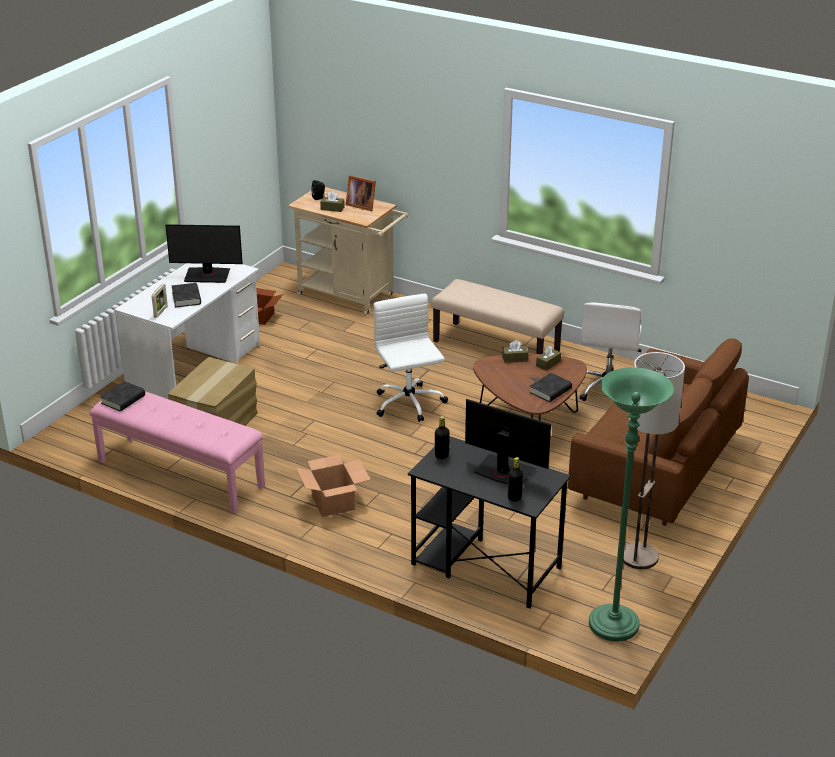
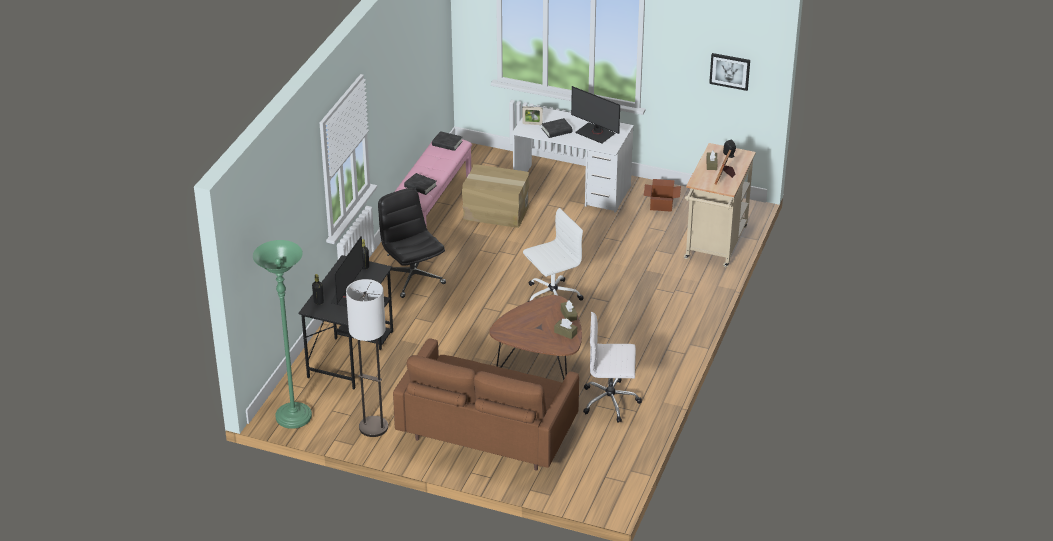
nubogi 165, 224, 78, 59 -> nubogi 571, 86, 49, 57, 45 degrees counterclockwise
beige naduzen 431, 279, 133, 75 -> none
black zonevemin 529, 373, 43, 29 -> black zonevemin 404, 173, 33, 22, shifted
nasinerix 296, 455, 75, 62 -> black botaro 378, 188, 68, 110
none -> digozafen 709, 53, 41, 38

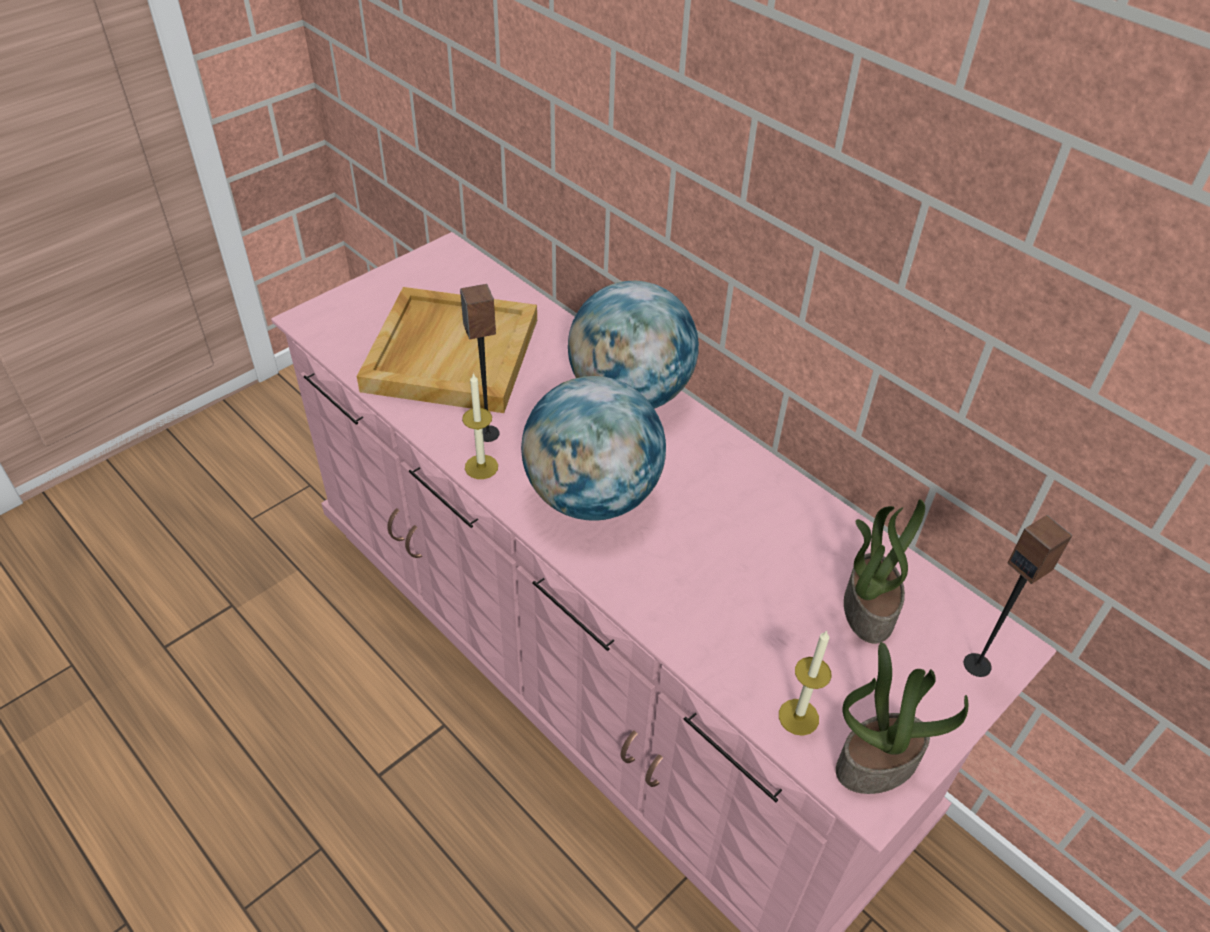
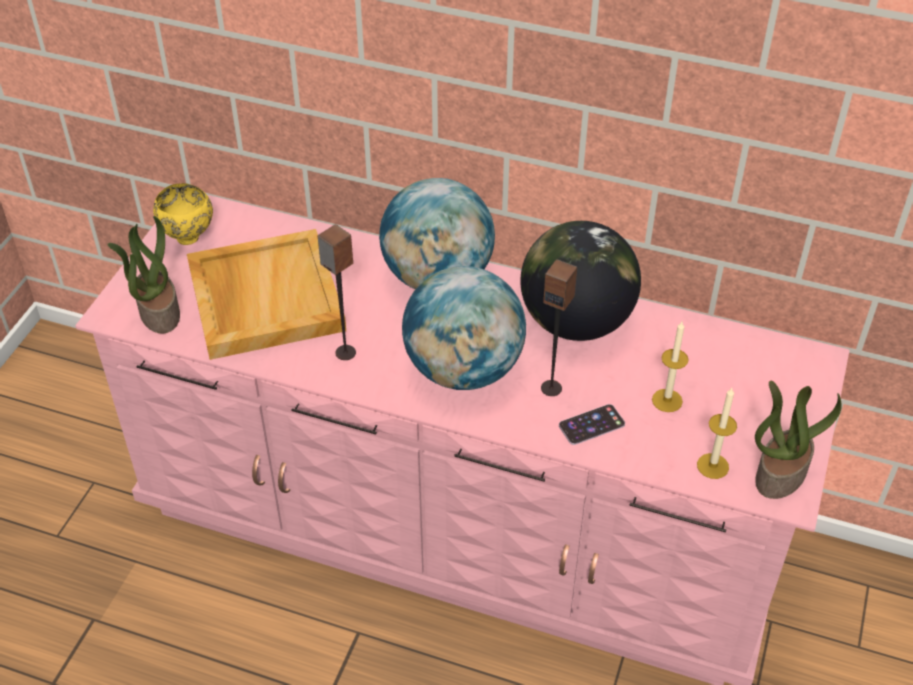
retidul 462, 373, 36, 106 -> retidul 652, 322, 37, 90, shifted
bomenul 844, 499, 81, 145 -> bomenul 107, 216, 73, 117, shifted
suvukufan 964, 515, 109, 162 -> suvukufan 541, 259, 36, 137, shifted
none -> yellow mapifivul 153, 183, 60, 62
none -> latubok 520, 221, 121, 120
none -> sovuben 559, 404, 66, 41

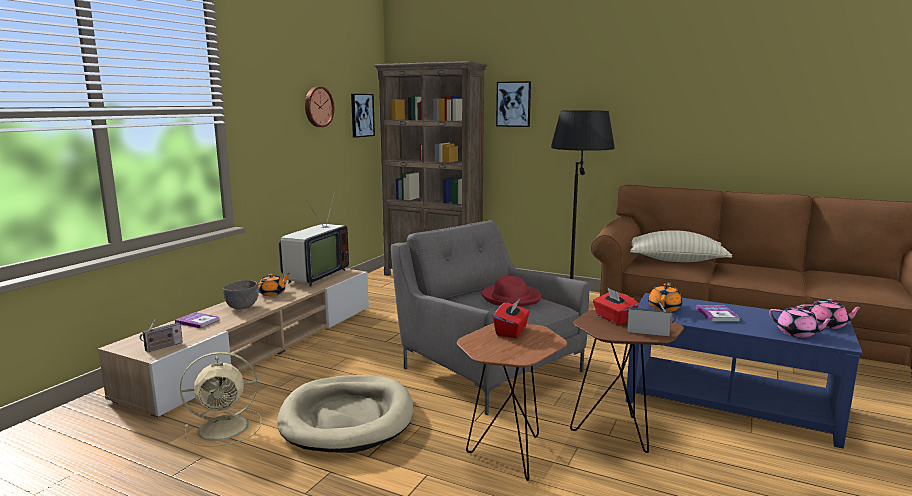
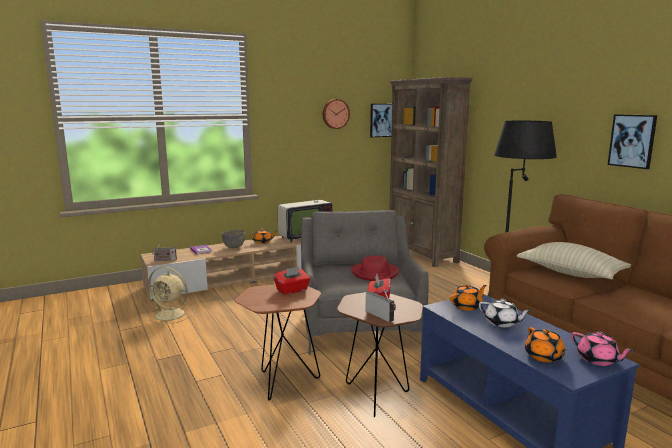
digozafen 496, 81, 35, 46 -> digozafen 608, 114, 49, 55, shifted
zonevemin 696, 305, 44, 17 -> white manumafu 479, 299, 52, 28
pink manumafu 769, 306, 66, 31 -> orange manumafu 525, 327, 42, 36
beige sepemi 277, 375, 136, 78 -> none

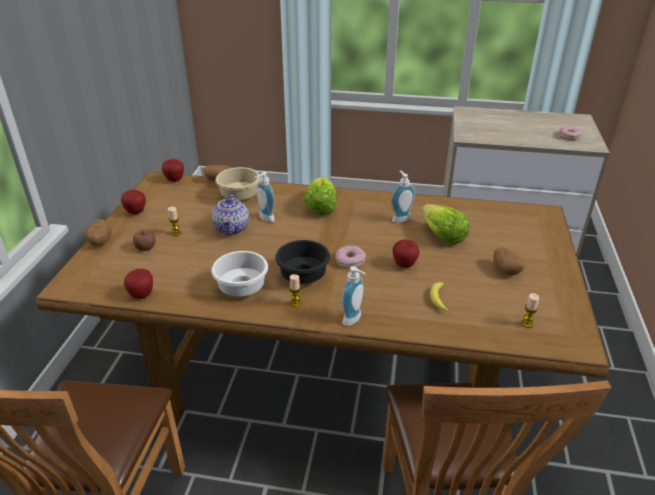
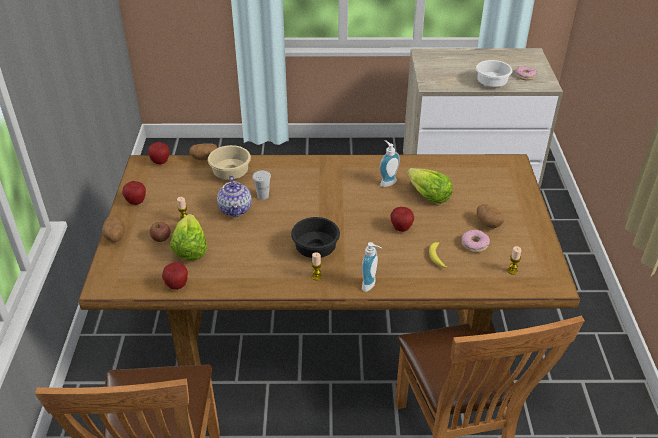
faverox 255, 172, 20, 50 -> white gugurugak 253, 171, 18, 29
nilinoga 303, 177, 34, 38 -> nilinoga 170, 214, 37, 47, shifted
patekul 335, 246, 31, 23 -> patekul 462, 230, 28, 23, shifted
white mapifivul 212, 251, 56, 45 -> white mapifivul 476, 60, 36, 27, shifted

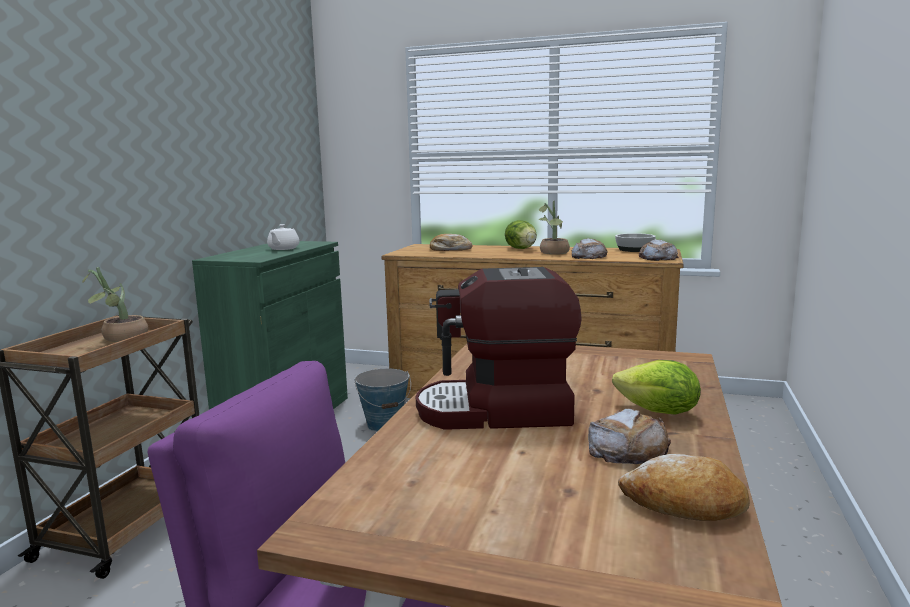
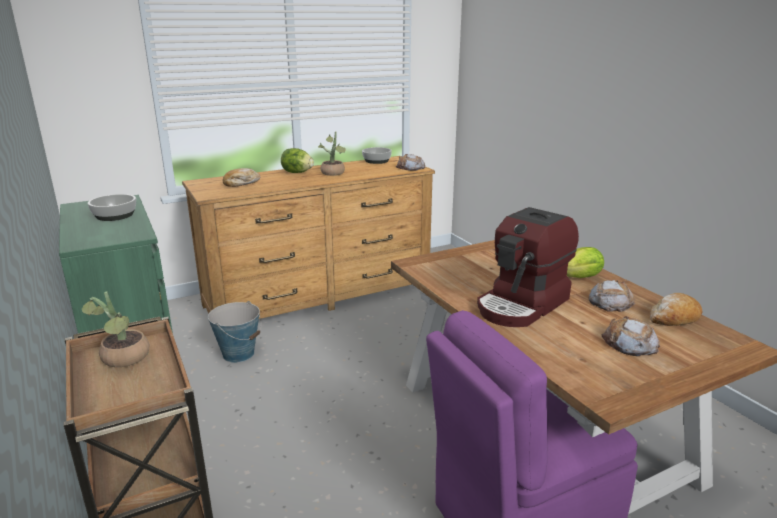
white manumafu 267, 224, 32, 26 -> mapifivul 87, 194, 49, 27
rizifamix 571, 238, 37, 21 -> rizifamix 602, 316, 58, 40, shifted

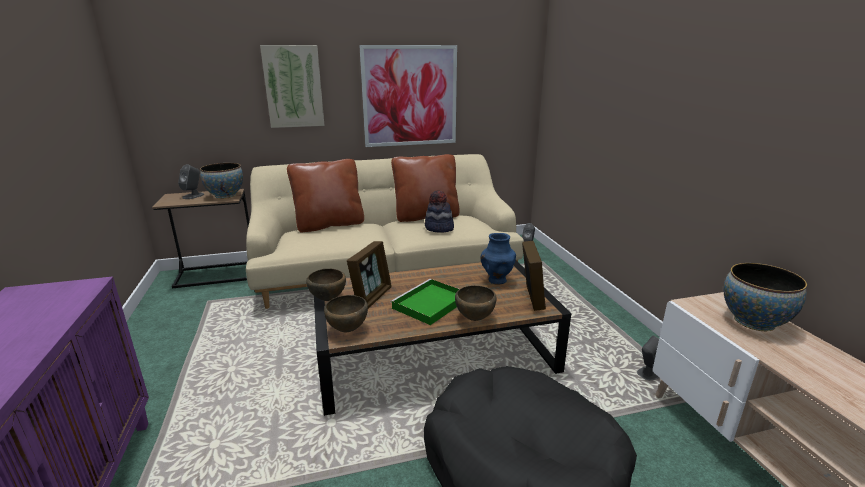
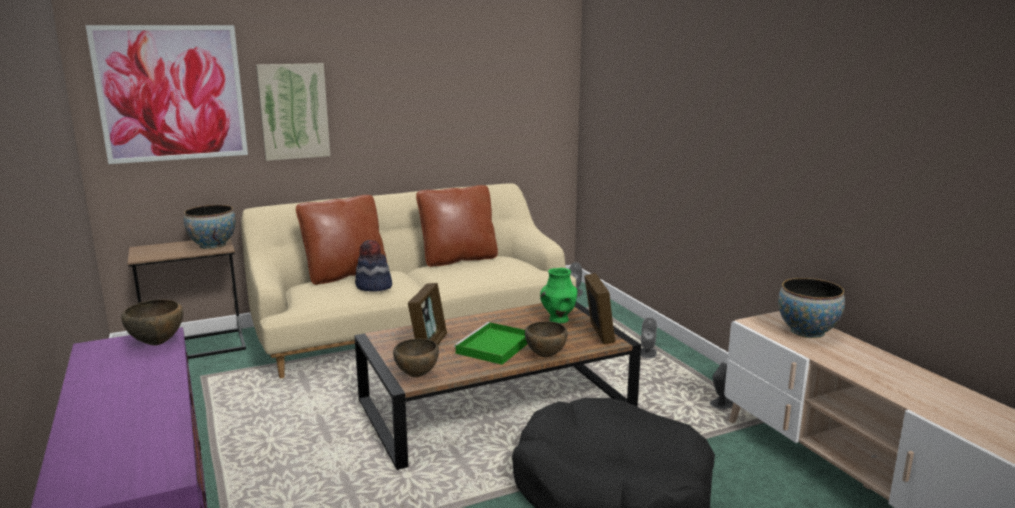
digozafen 359, 45, 98, 102 -> digozafen 86, 25, 162, 139, shifted
grey suvukufan 178, 164, 27, 35 -> grey suvukufan 641, 317, 16, 41, shifted
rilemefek 425, 190, 29, 43 -> rilemefek 355, 240, 37, 52, shifted
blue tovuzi 481, 233, 35, 52 -> green tovuzi 540, 268, 38, 56
brown mapifivul 306, 269, 40, 32 -> brown mapifivul 121, 299, 62, 46, shifted

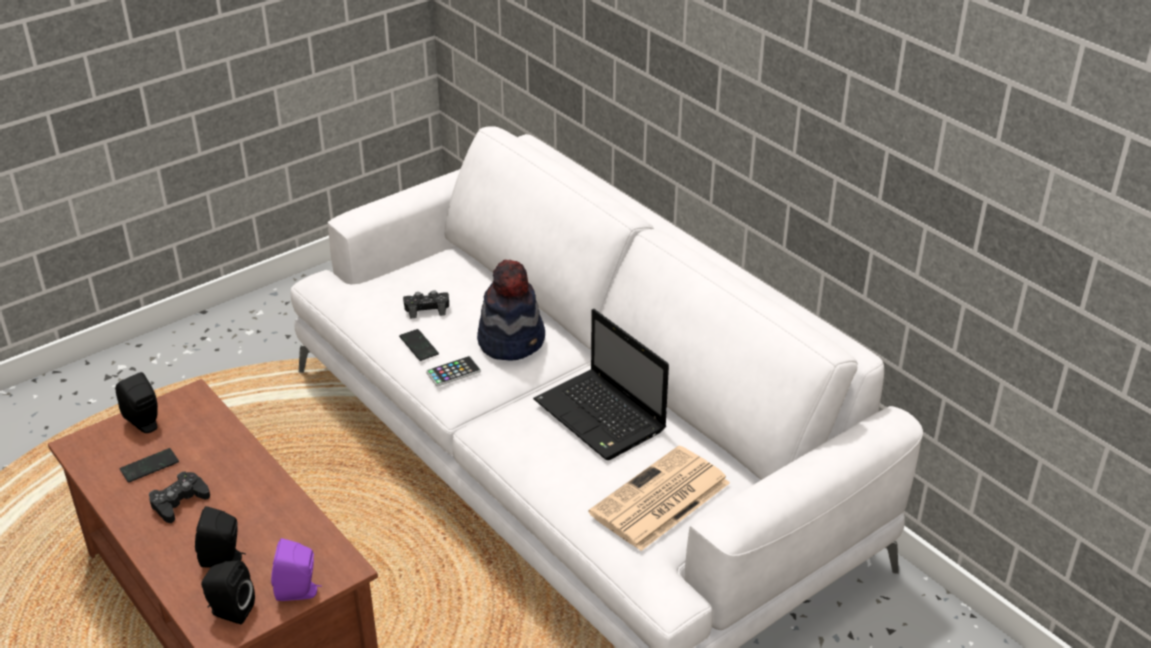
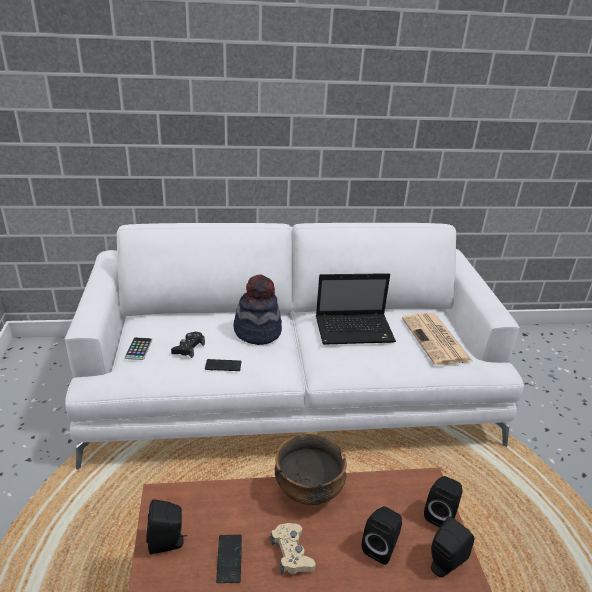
sovuben 426, 356, 55, 31 -> sovuben 125, 337, 27, 23, shifted
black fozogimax 149, 471, 61, 52 -> beige fozogimax 270, 523, 46, 52
purple suvukufan 271, 538, 51, 63 -> black suvukufan 424, 476, 39, 51
none -> mapifivul 275, 434, 72, 71

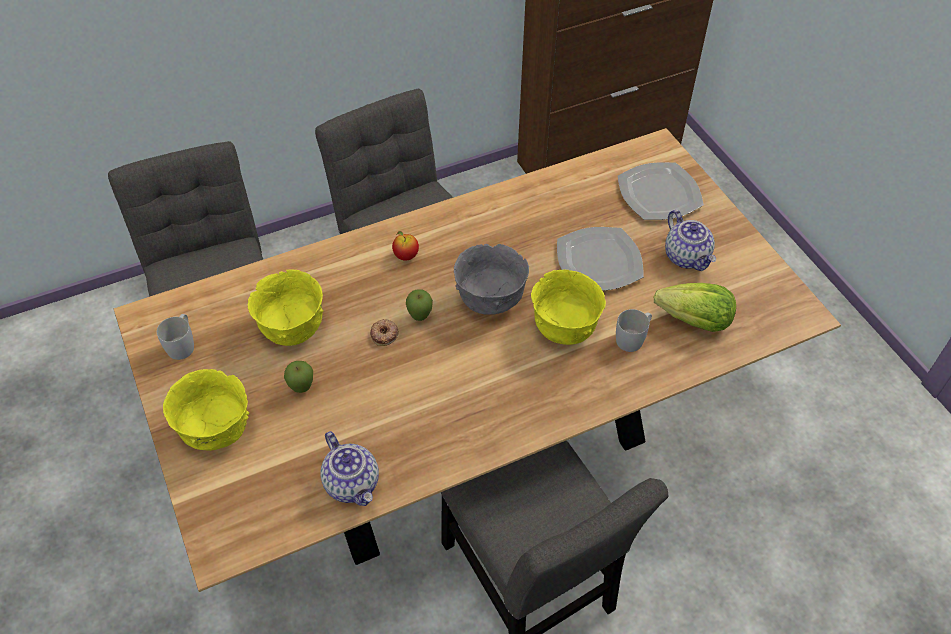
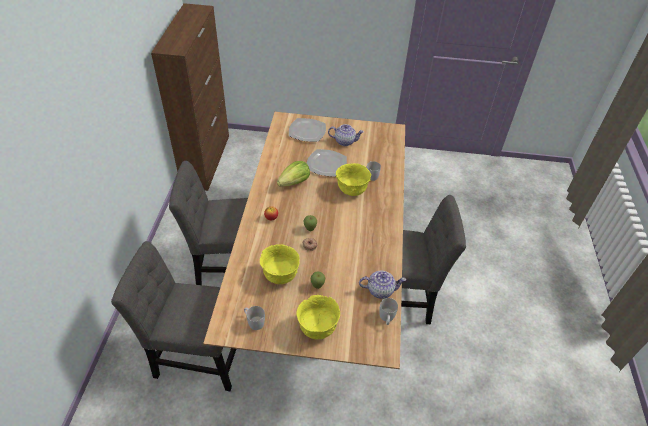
grey mapifivul 454, 244, 75, 71 -> none
nilinoga 654, 283, 82, 49 -> nilinoga 277, 161, 33, 25, shifted
none -> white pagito 379, 298, 19, 27

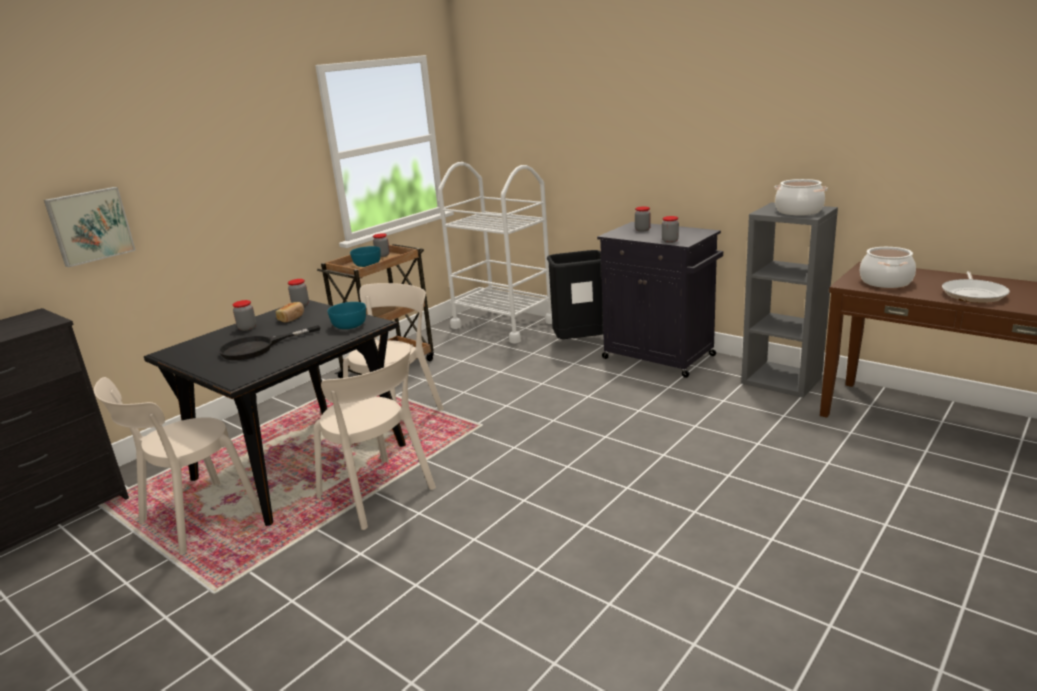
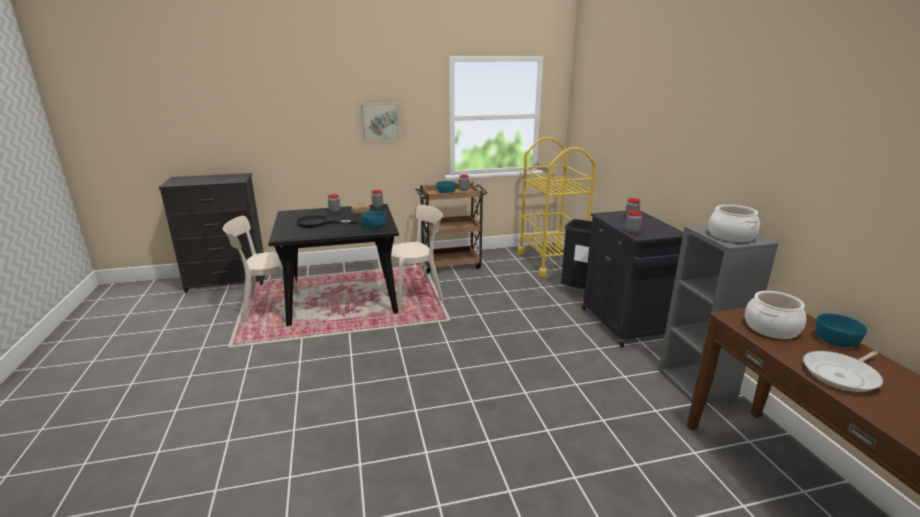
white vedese 438, 162, 114, 182 -> yellow vedese 517, 137, 79, 140
digozafen 44, 187, 92, 80 -> digozafen 361, 103, 39, 38, shifted
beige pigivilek 314, 344, 122, 186 -> none
none -> turquoise mapifivul 816, 313, 52, 35

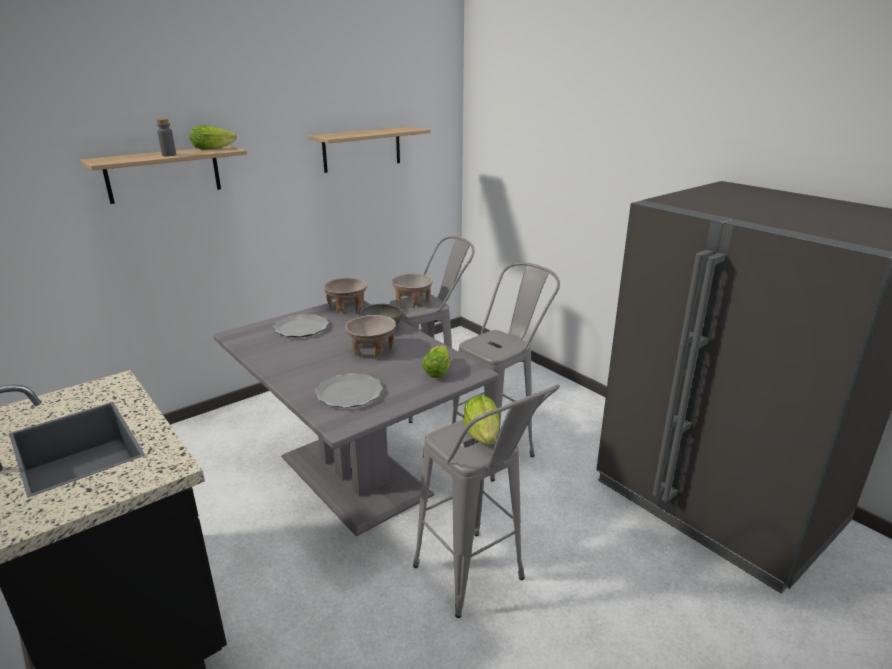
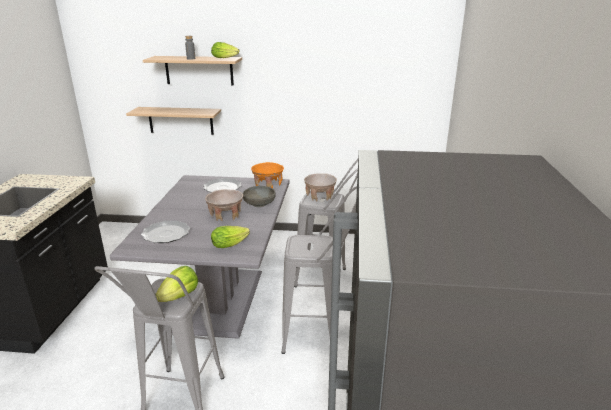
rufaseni 309, 126, 122, 47 -> rufaseni 126, 107, 95, 28, shifted
beige mapifivul 324, 278, 44, 36 -> orange mapifivul 251, 162, 33, 26

